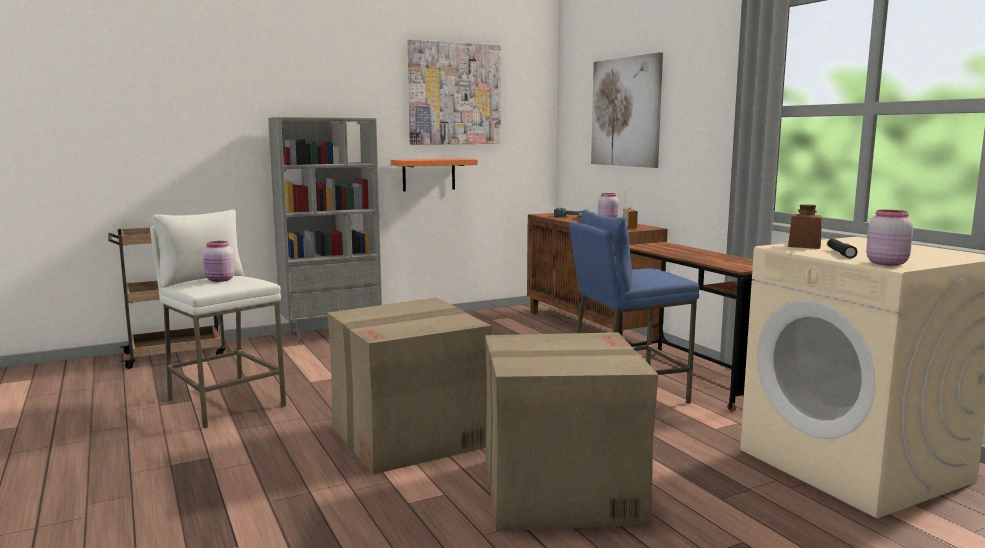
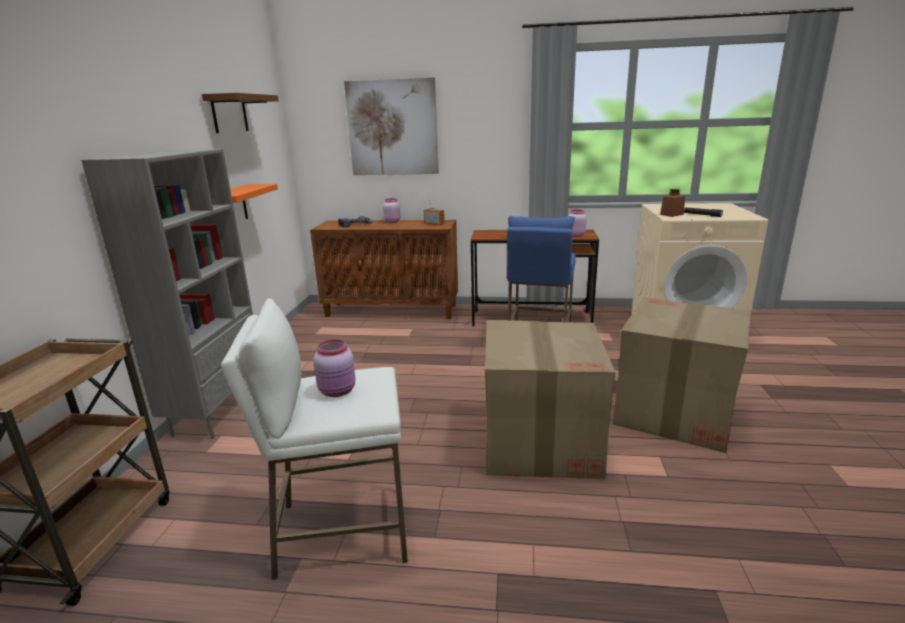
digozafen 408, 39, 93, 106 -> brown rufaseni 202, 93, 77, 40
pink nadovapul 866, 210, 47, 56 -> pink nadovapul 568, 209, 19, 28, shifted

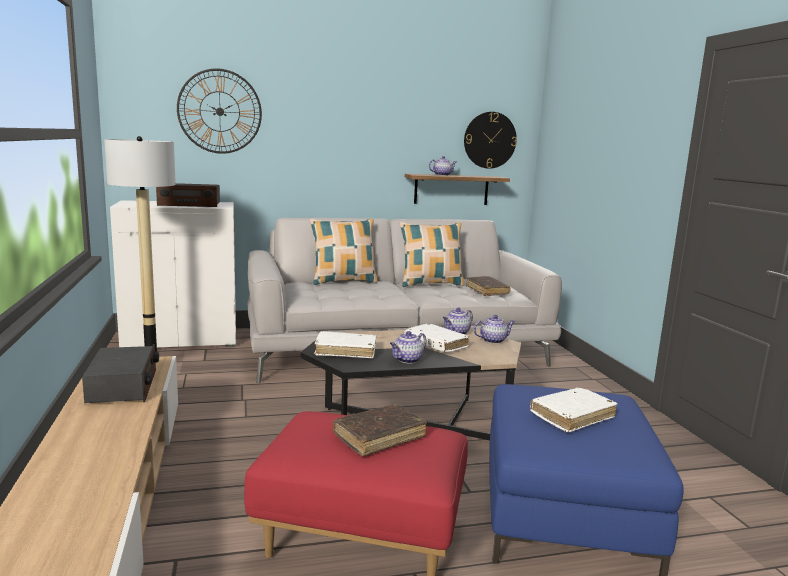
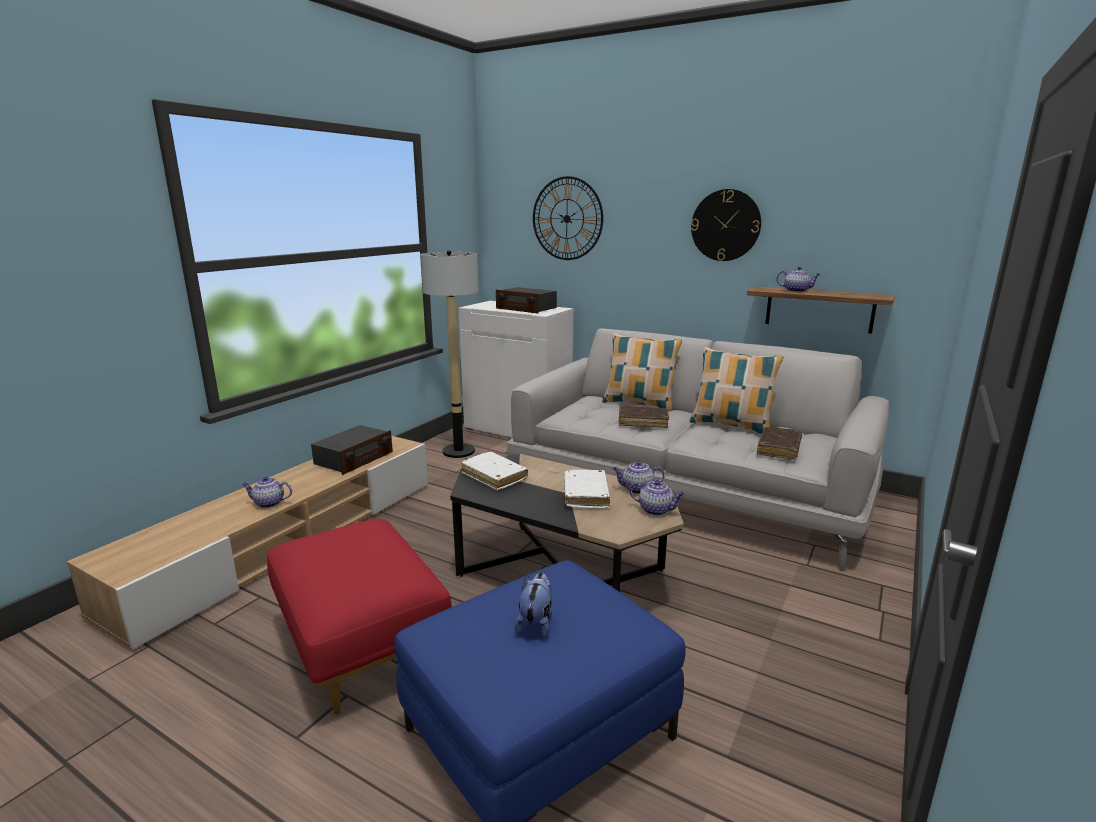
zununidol 464, 112, 53, 57 -> zununidol 691, 189, 70, 72, shifted
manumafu 390, 331, 37, 32 -> manumafu 242, 477, 50, 31, shifted
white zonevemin 530, 388, 87, 45 -> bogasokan 515, 572, 37, 66
brown zonevemin 333, 404, 94, 53 -> brown zonevemin 619, 406, 50, 22, shifted

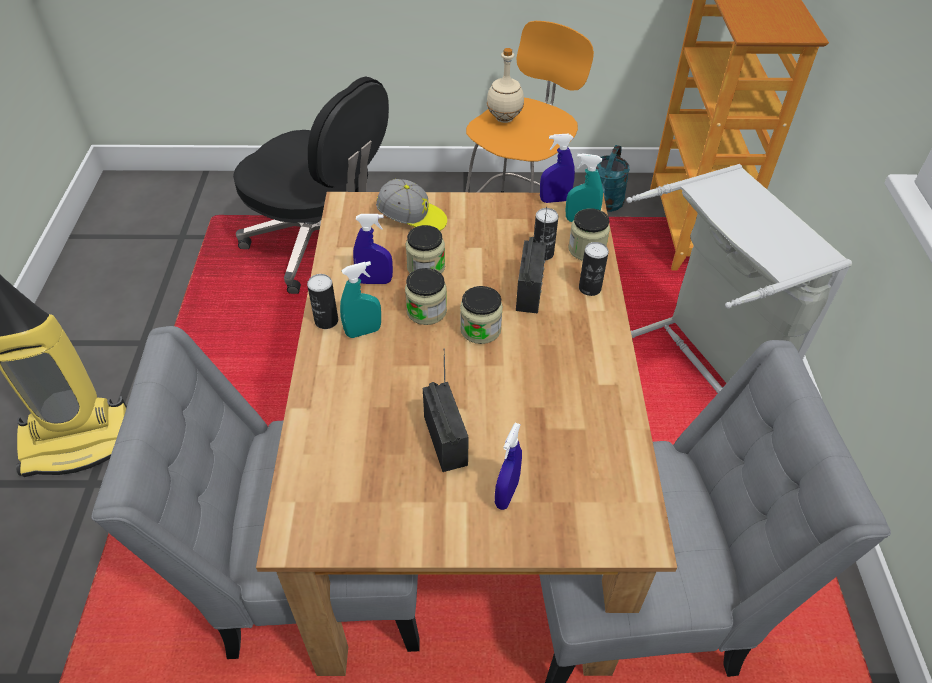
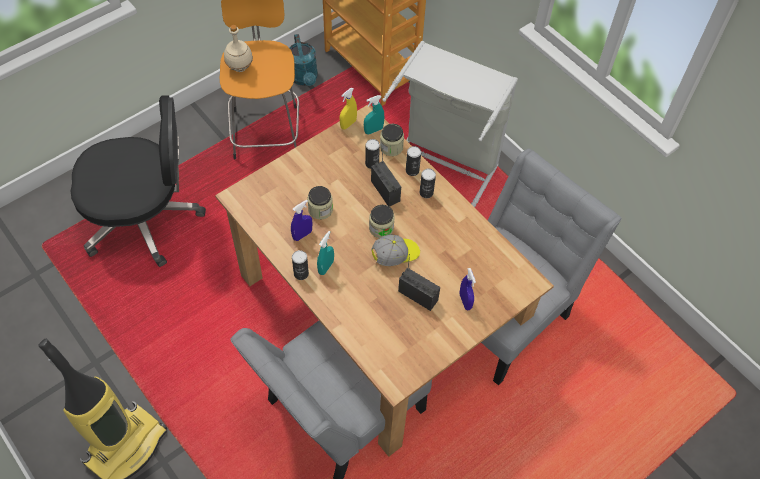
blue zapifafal 540, 134, 35, 69 -> yellow zapifafal 340, 88, 17, 42
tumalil 376, 179, 71, 52 -> tumalil 371, 234, 49, 32, shifted
nadovapul 405, 268, 42, 57 -> none
none -> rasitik 420, 169, 16, 29

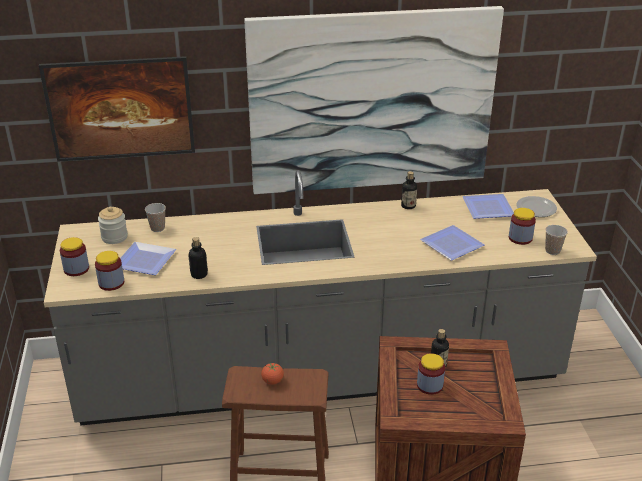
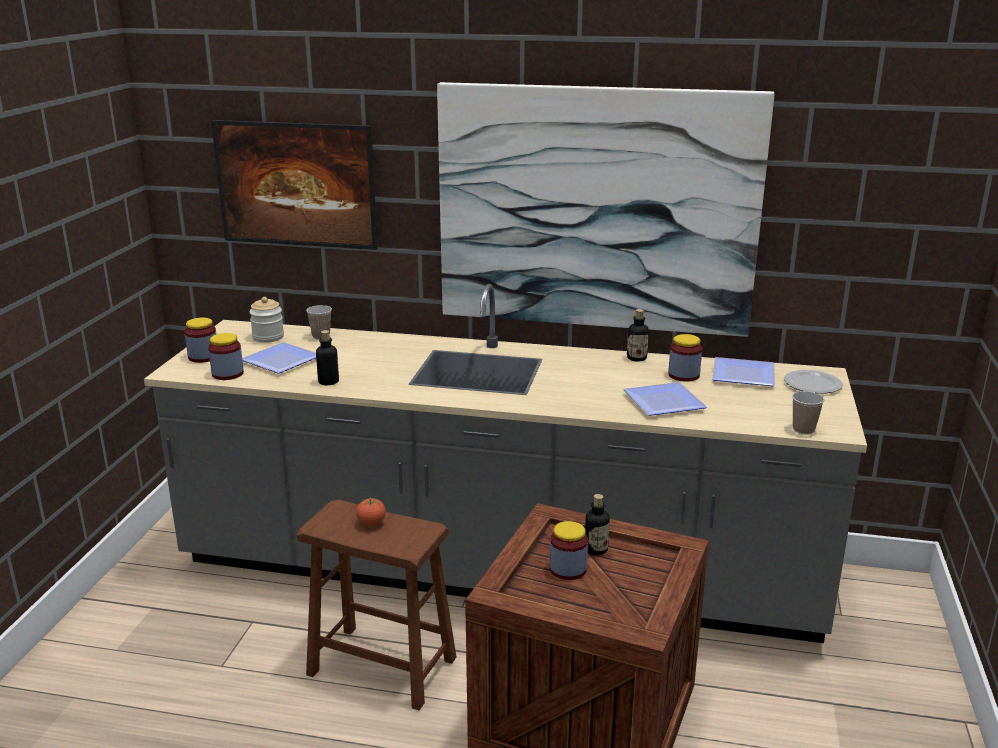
nadovapul 509, 208, 27, 37 -> nadovapul 668, 334, 34, 48, shifted

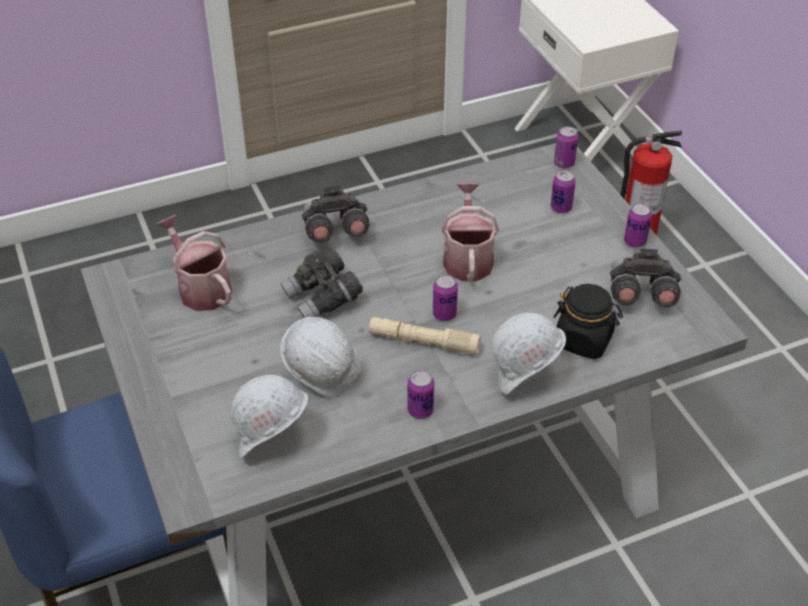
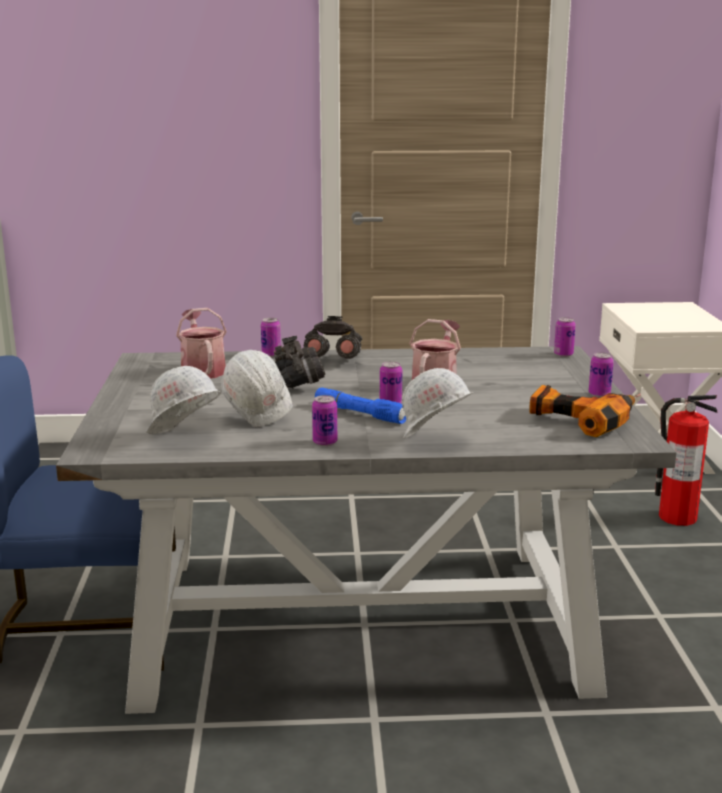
rasitik 551, 170, 25, 43 -> rasitik 261, 318, 20, 39, shifted
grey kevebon 610, 249, 71, 59 -> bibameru 529, 385, 112, 53
black nadovapul 554, 284, 69, 75 -> none
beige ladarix 369, 317, 112, 38 -> blue ladarix 315, 388, 91, 36

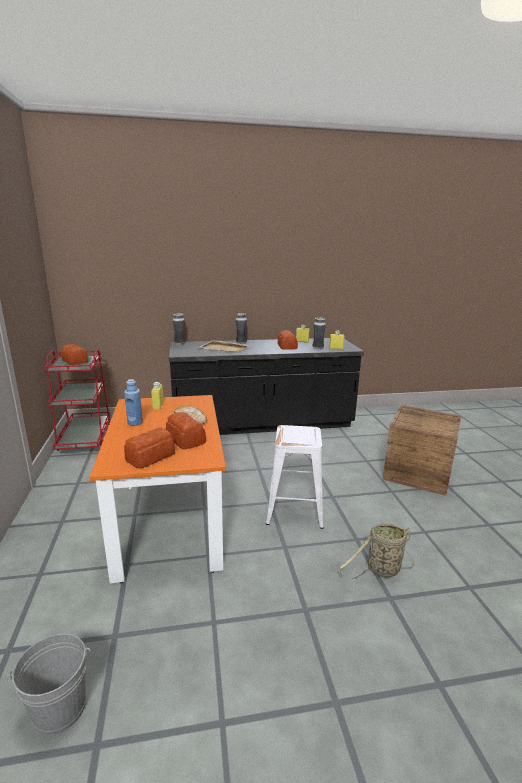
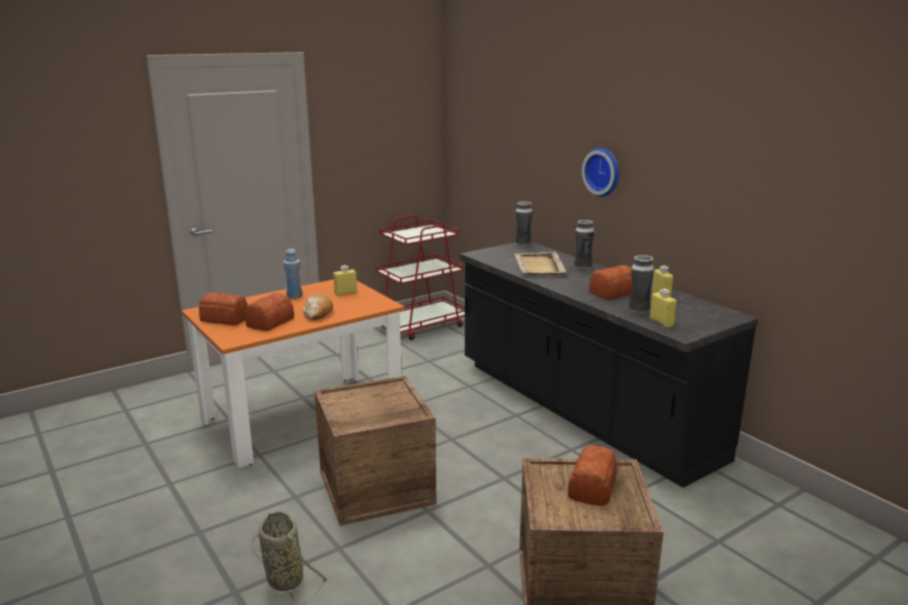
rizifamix 61, 344, 27, 21 -> rizifamix 568, 445, 49, 61, shifted
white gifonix 266, 425, 58, 104 -> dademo 315, 376, 121, 150
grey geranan 6, 633, 85, 102 -> none
none -> zununidol 582, 148, 37, 49

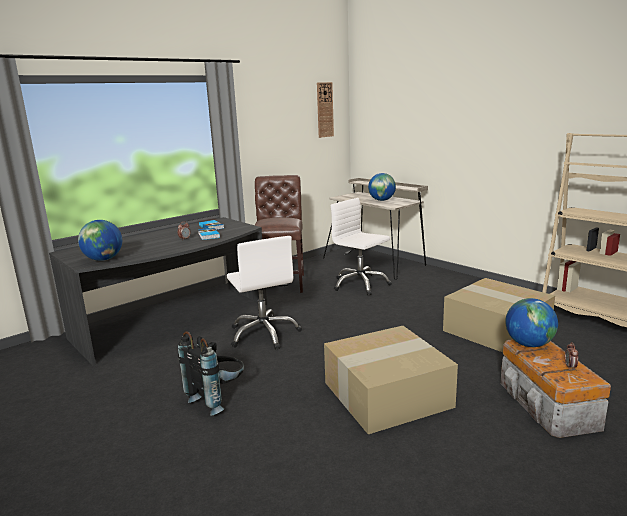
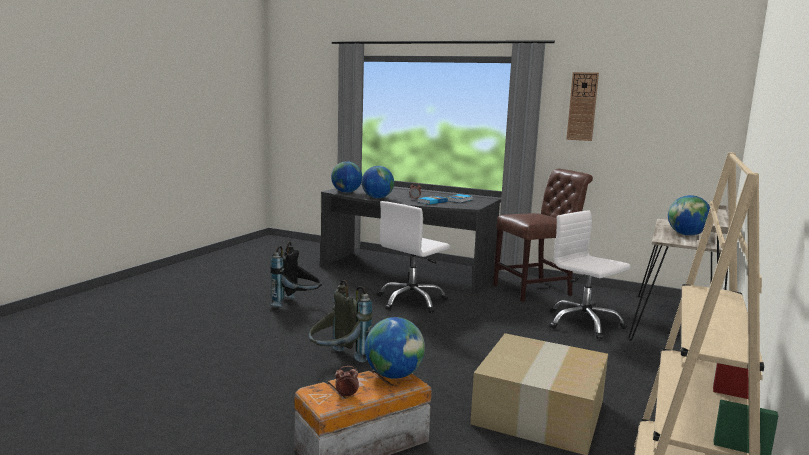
zununidol 317, 82, 17, 56 -> zununidol 566, 72, 33, 69, shifted
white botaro 330, 198, 62, 97 -> white botaro 550, 210, 81, 129, 60 degrees counterclockwise
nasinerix 324, 326, 134, 108 -> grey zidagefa 309, 280, 63, 82
none -> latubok 362, 166, 32, 32

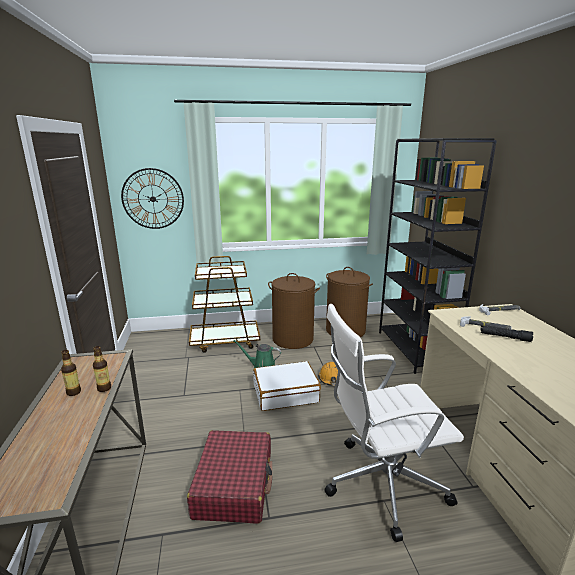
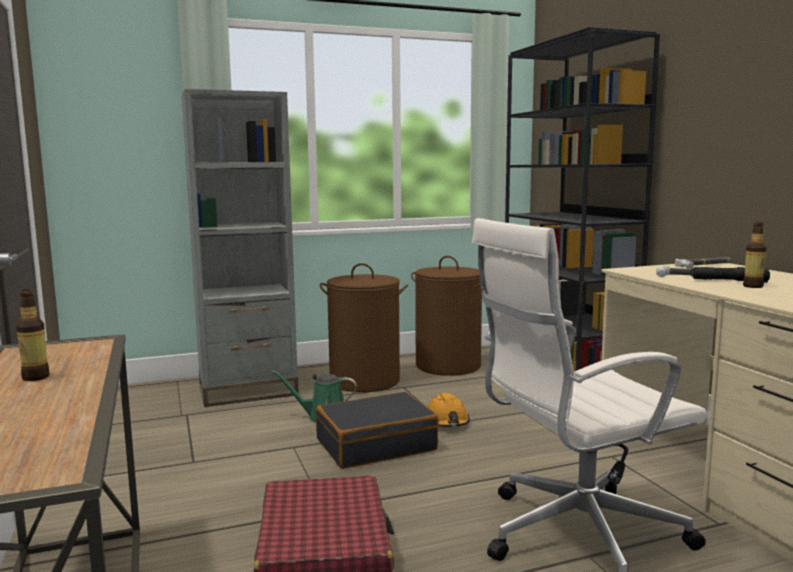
zununidol 121, 168, 63, 61 -> none
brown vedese 189, 256, 71, 97 -> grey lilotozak 182, 89, 117, 318
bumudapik 93, 346, 18, 46 -> bumudapik 743, 221, 24, 67, shifted
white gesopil 253, 361, 68, 50 -> black gesopil 316, 392, 123, 77

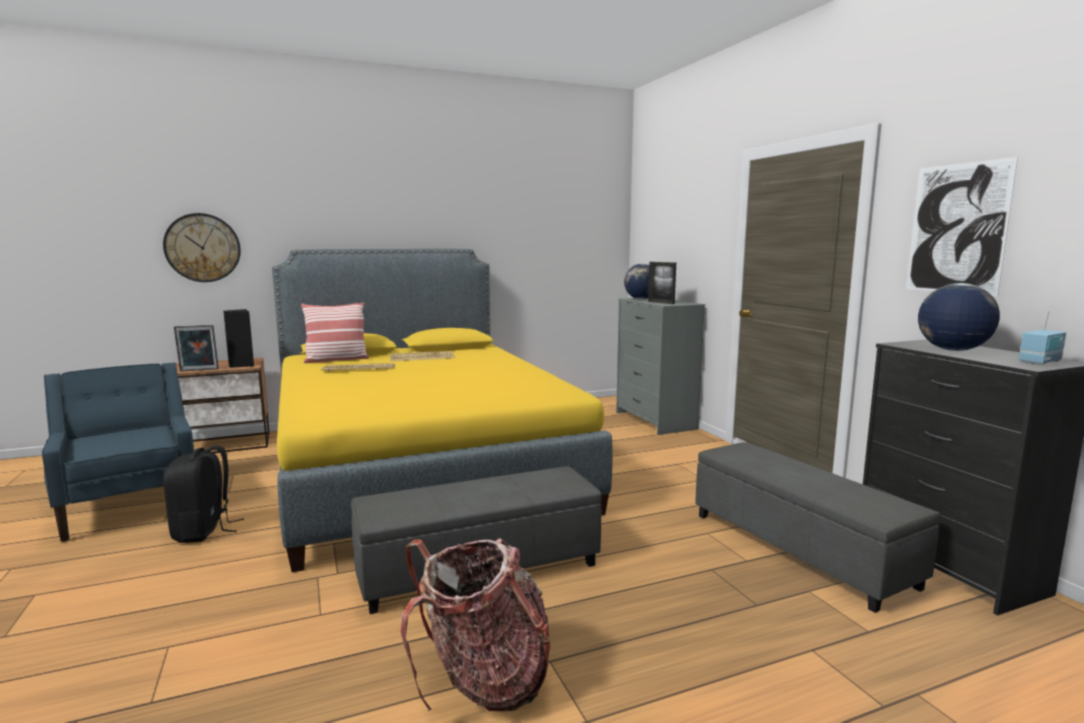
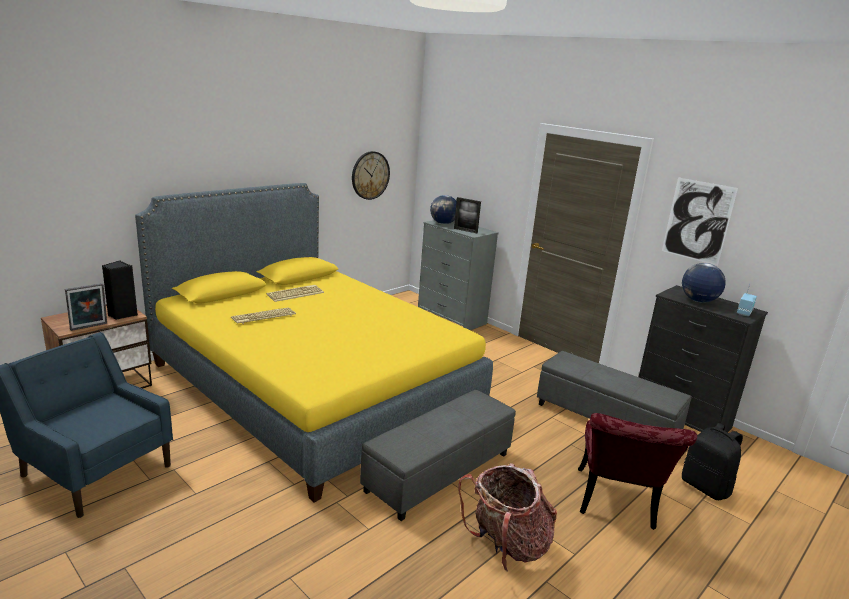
zununidol 163, 213, 78, 69 -> zununidol 352, 151, 38, 49, shifted
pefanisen 301, 302, 68, 61 -> none
black zidagefa 163, 446, 81, 97 -> black zidagefa 682, 423, 61, 77, shifted
none -> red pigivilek 578, 413, 119, 117

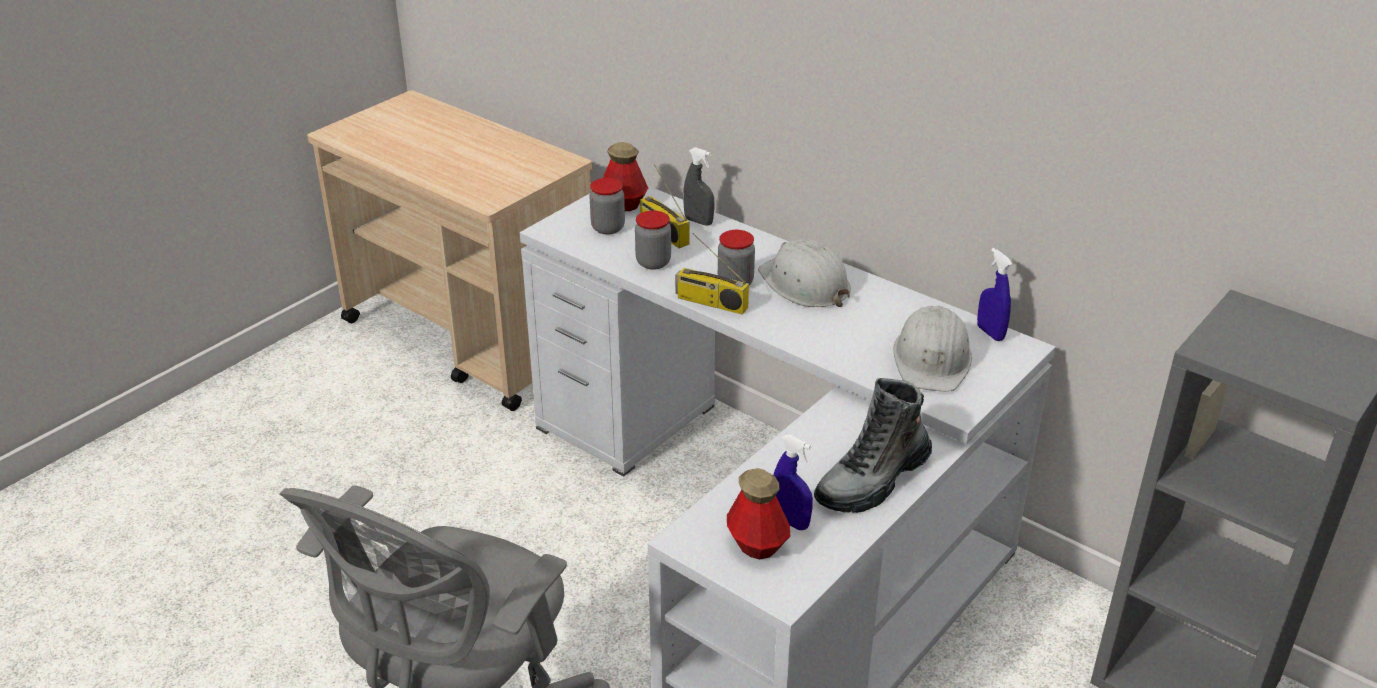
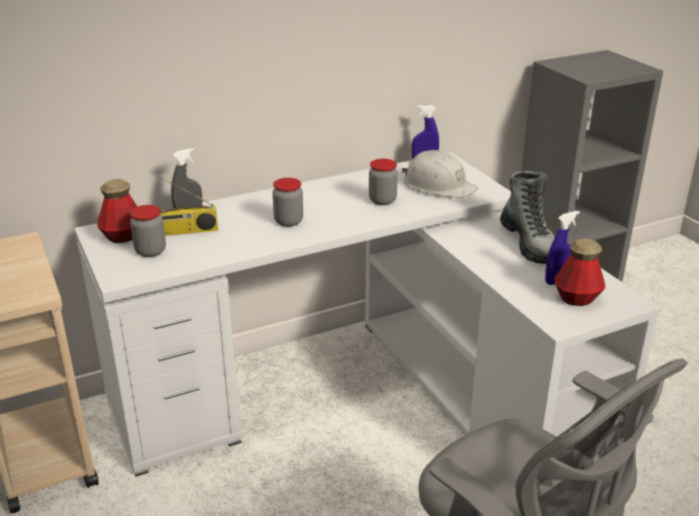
nadovapul 635, 210, 36, 60 -> nadovapul 369, 159, 29, 46, shifted
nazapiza 675, 233, 74, 82 -> none
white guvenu 758, 239, 93, 68 -> none

